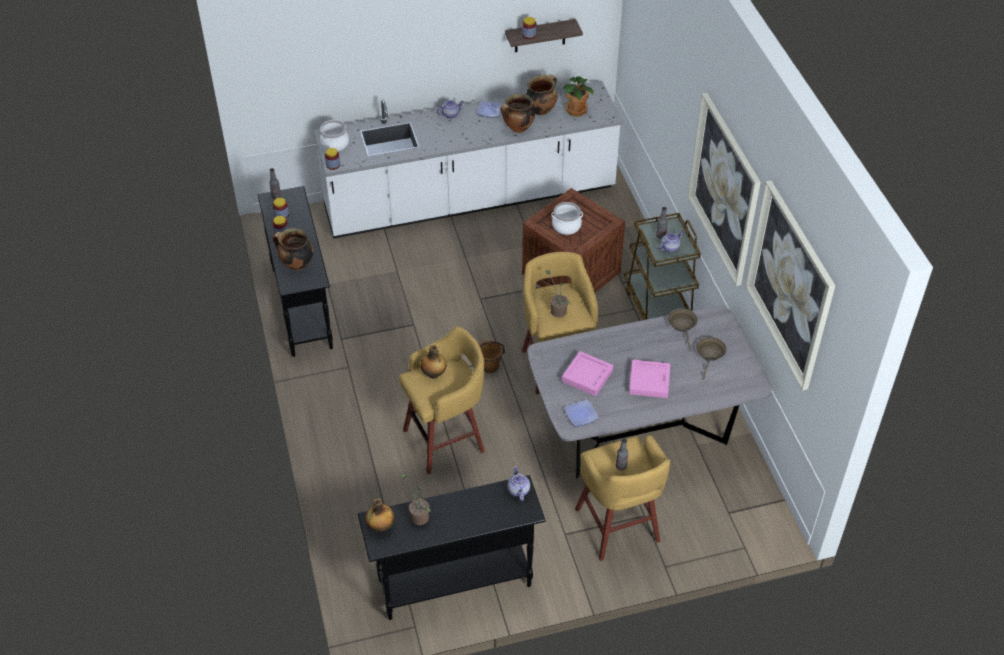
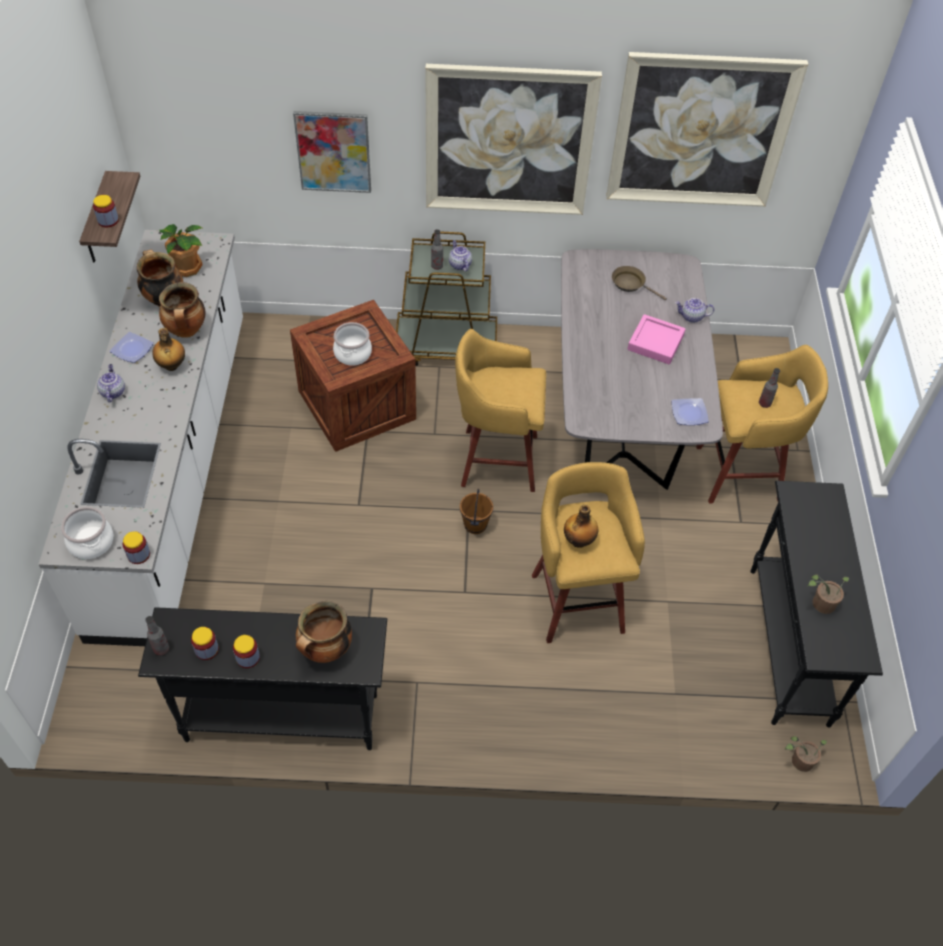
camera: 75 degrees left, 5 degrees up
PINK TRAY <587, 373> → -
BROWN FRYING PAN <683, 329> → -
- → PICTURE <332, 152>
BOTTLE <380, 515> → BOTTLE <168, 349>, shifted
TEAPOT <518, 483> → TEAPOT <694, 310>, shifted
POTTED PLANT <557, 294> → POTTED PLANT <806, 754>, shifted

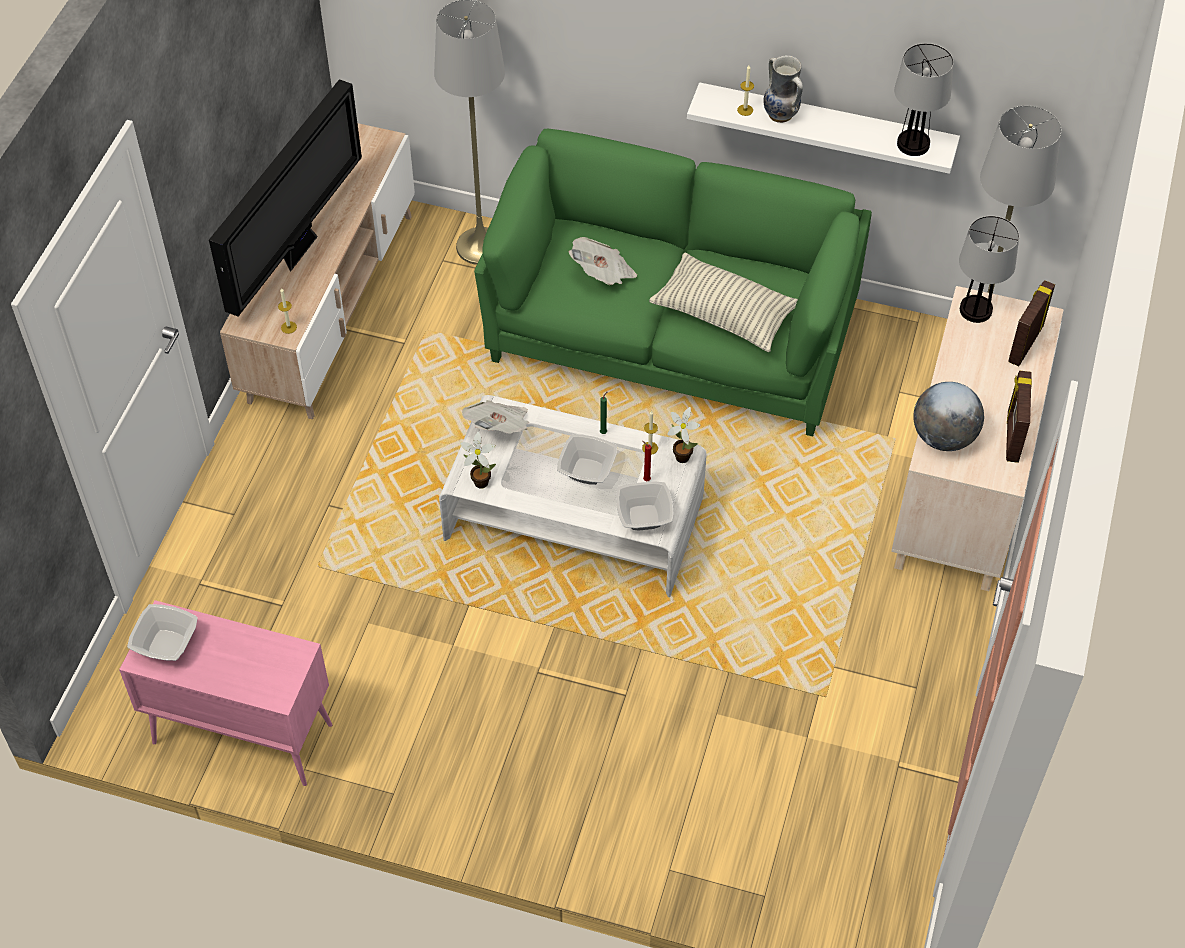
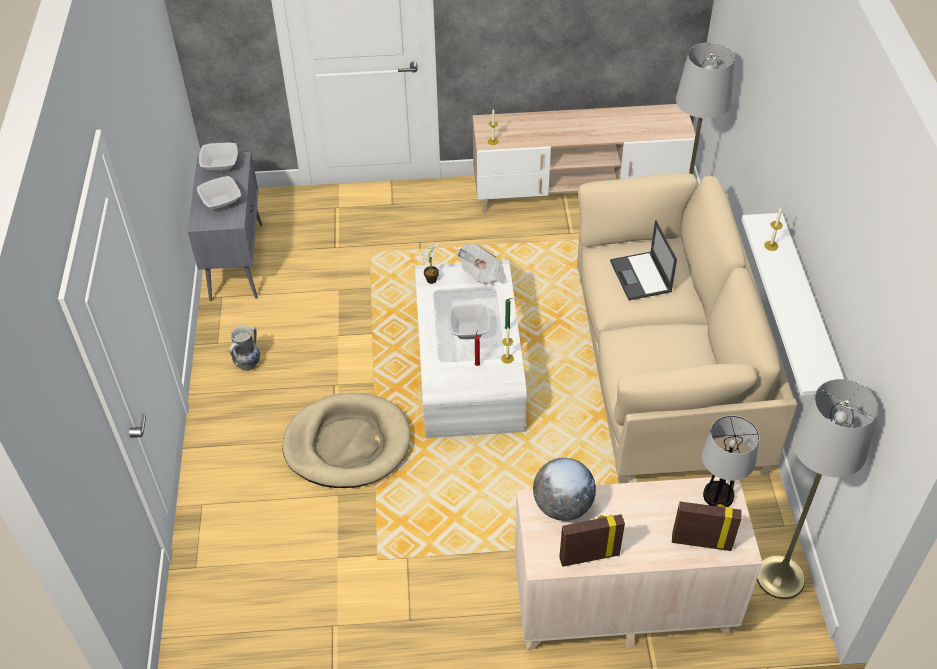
camera: 70 degrees right, 5 degrees down
TELEVISION <285, 198> → -
PILLOW <723, 302> → -
POTTED PLANT <684, 435> → -
TABLE LAMP <924, 99> → -
- → BEIGE DOG BED <346, 440>
BOWL <644, 505> → BOWL <219, 194>, shifted
VASE <783, 89> → VASE <244, 348>, shifted
NEWSPAPER <602, 261> → LAPTOP <643, 260>
PINK CABINET <225, 693> → GREY CABINET <225, 227>
GREEN SOFA <673, 282> → BEIGE SOFA <687, 328>

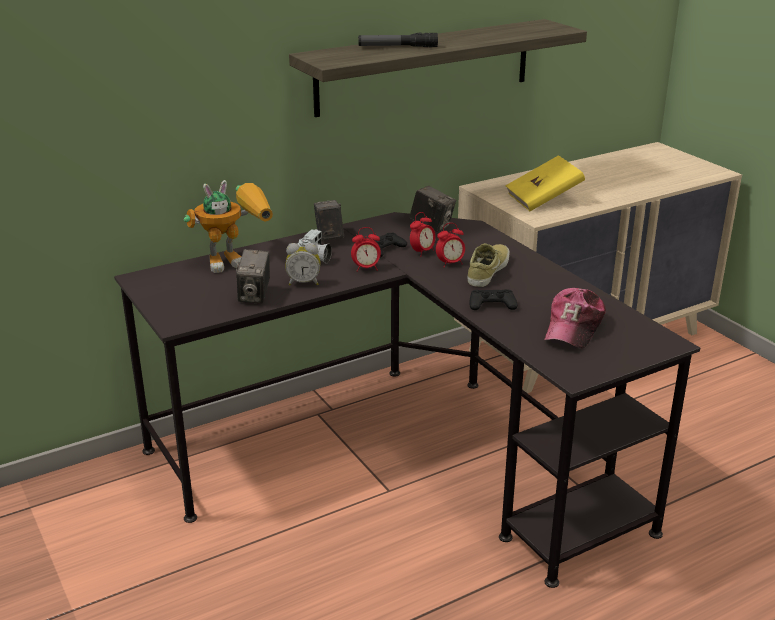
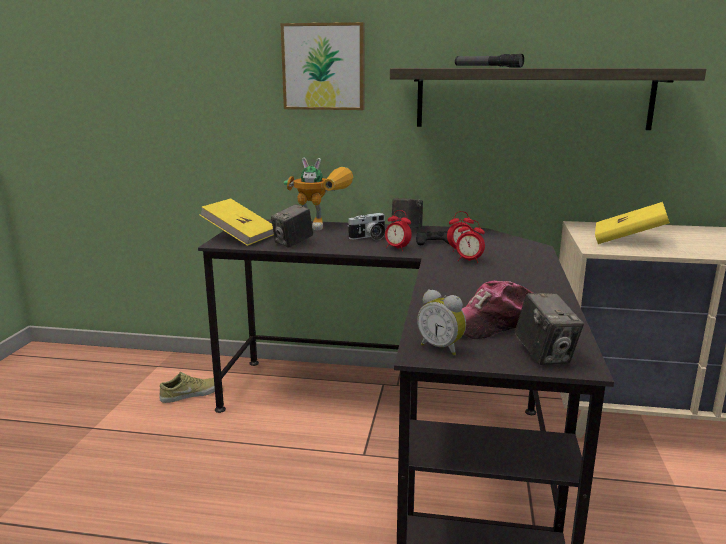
camera: 40 degrees right, 10 degrees down
BLACK GAME CONTROLLER <493, 299> → -
- → YELLOW BOOK <236, 222>
- → PICTURE <322, 66>
ALARM CLOCK <303, 264> → ALARM CLOCK <441, 322>, shifted
PHOTO CAMERA <432, 209> → PHOTO CAMERA <549, 329>, shifted
BEIGE SHOE <488, 265> → BEIGE SHOE <187, 387>, shifted

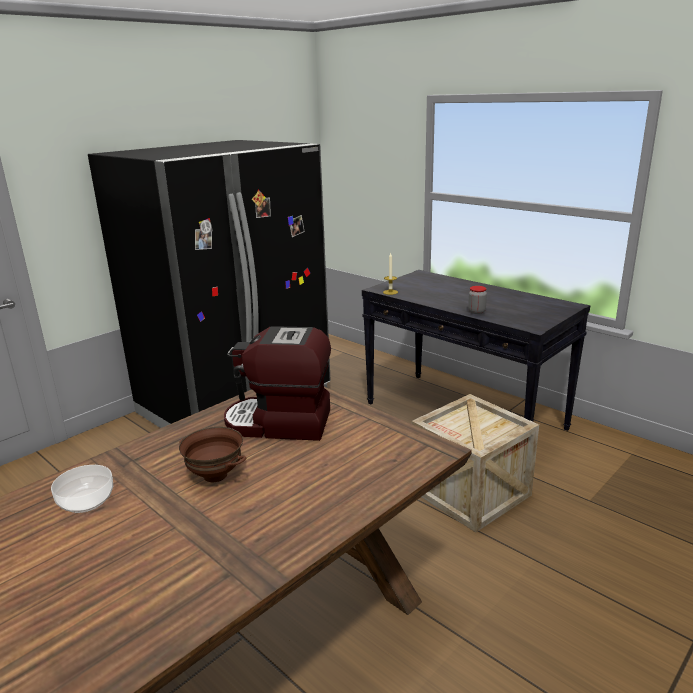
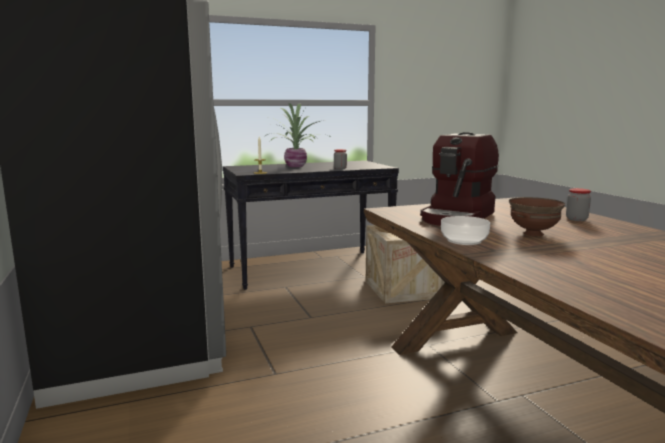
camera: 65 degrees left, 10 degrees down
- → POTTED PLANT <296, 135>
- → JAR <578, 204>
BOWL <82, 489> → BOWL <465, 230>, shifted

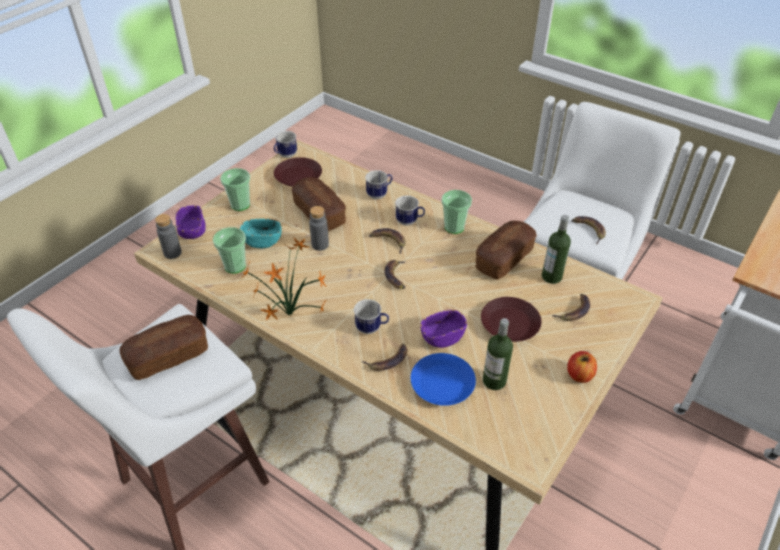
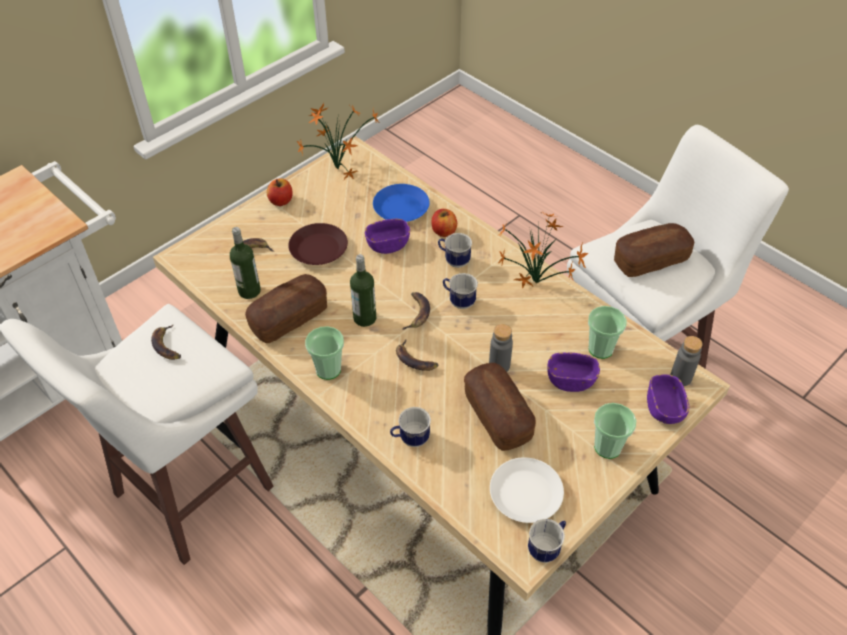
camera: 170 degrees left, 5 degrees up
- → POTTED PLANT <338, 141>
MUG <410, 210> → MUG <460, 291>, shifted
BOTTLE <498, 354> → BOTTLE <363, 290>, shifted
BANANA <385, 357> → APPLE <444, 223>
TURQUOISE BOWL <261, 233> → PURPLE BOWL <573, 372>
BROWN PLATE <298, 172> → WHITE PLATE <527, 490>

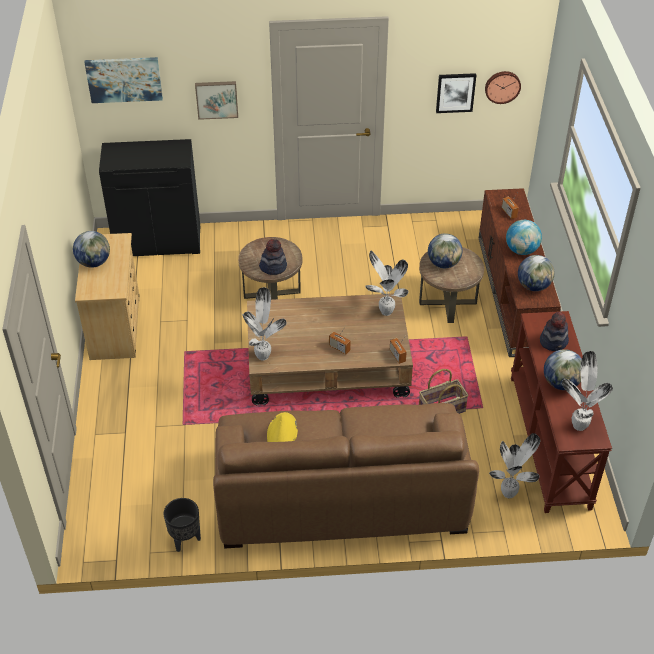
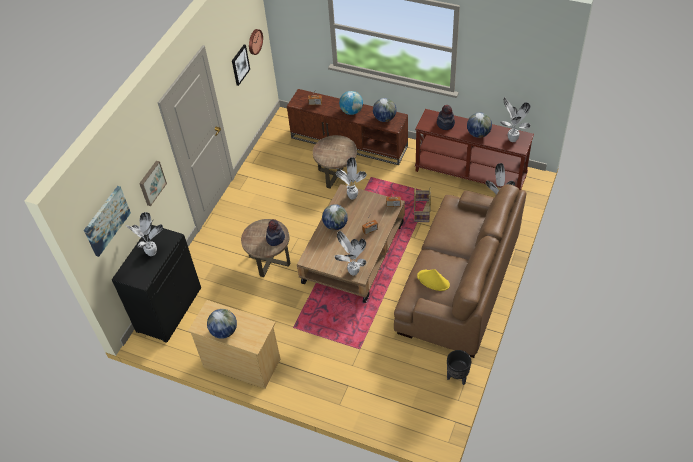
camera: 60 degrees left, 5 degrees up
- → POTTED PLANT <144, 234>
GLOBE <445, 250> → GLOBE <335, 217>, shifted

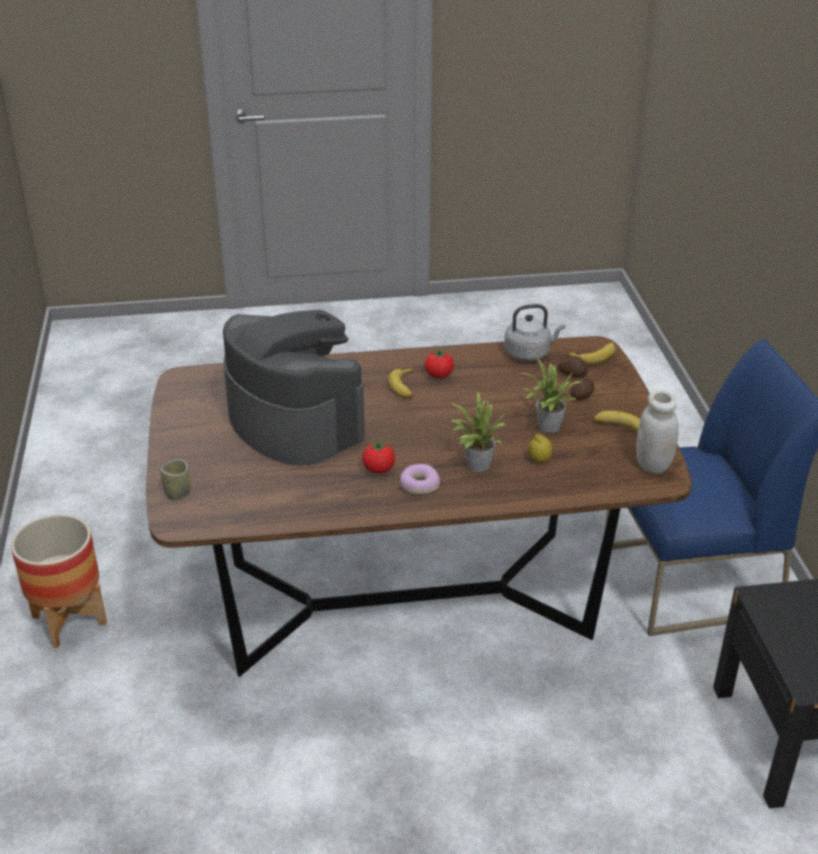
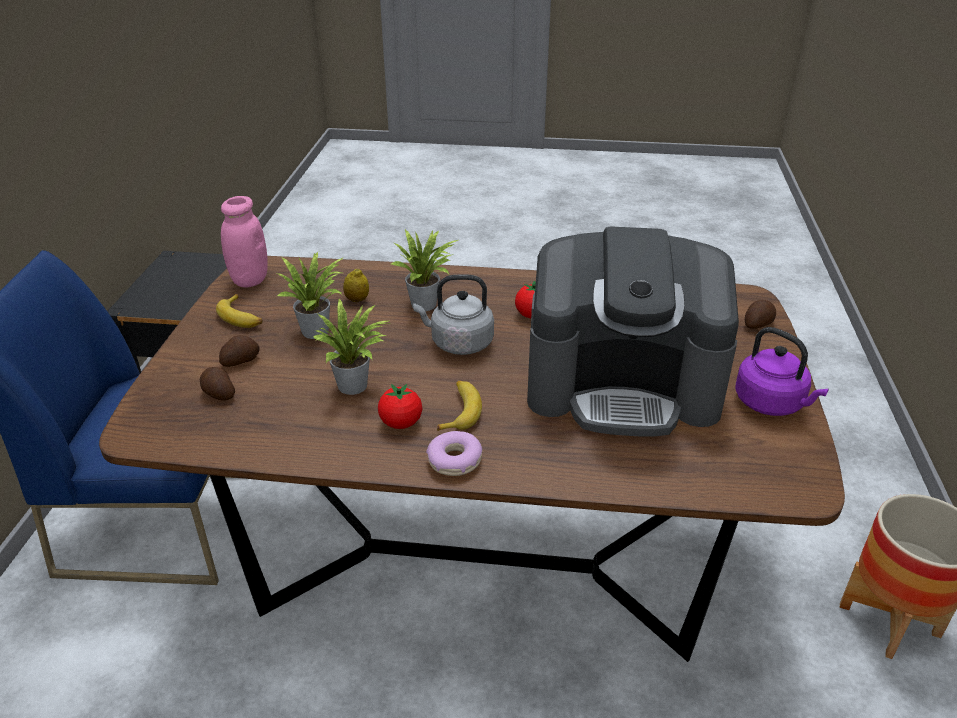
camera: 165 degrees left, 0 degrees up
BANANA <591, 353> → -
- → POTTED PLANT <351, 346>
- → PURPLE KETTLE <782, 371>
DONUT <420, 479> → DONUT <454, 453>, shifted
GREY KETTLE <534, 332> → GREY KETTLE <453, 314>, shifted
CUP <176, 479> → POTATO <760, 314>
WHITE JAR <657, 432> → PINK JAR <244, 242>
COFFEE MACHINE <294, 387> → COFFEE MACHINE <633, 331>, 60 degrees counterclockwise

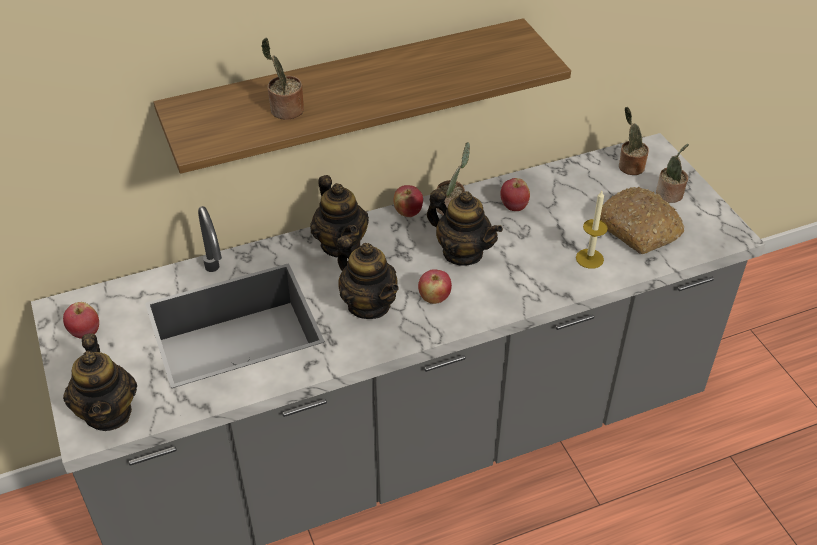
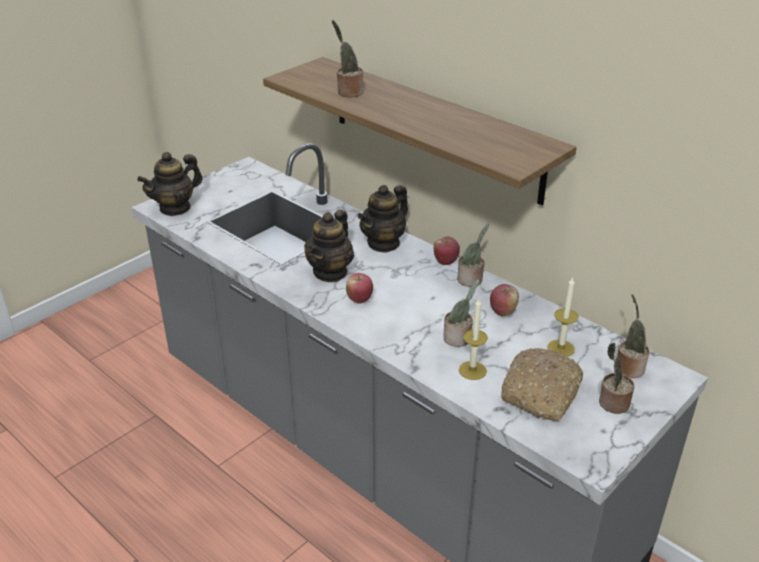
camera: 65 degrees right, 10 degrees down
APPLE <81, 320> → -
TEAPOT <465, 227> → -
- → POTTED PLANT <461, 313>
- → CANDLE <562, 316>

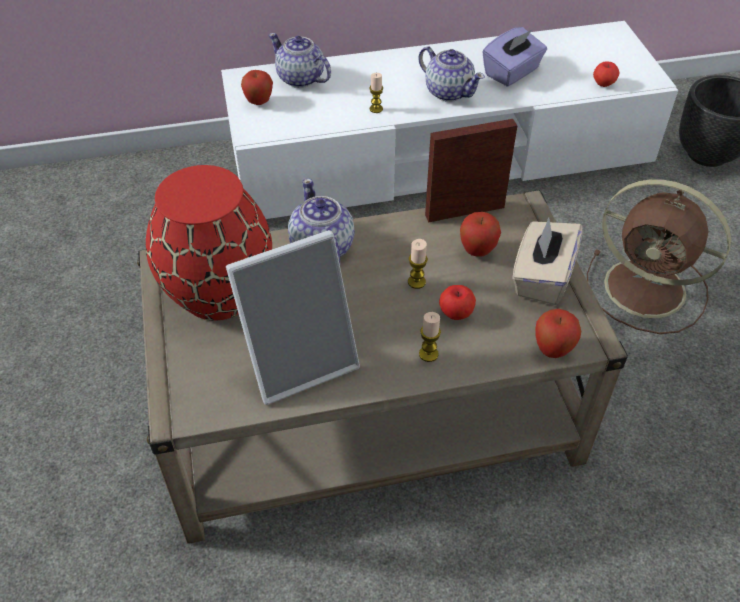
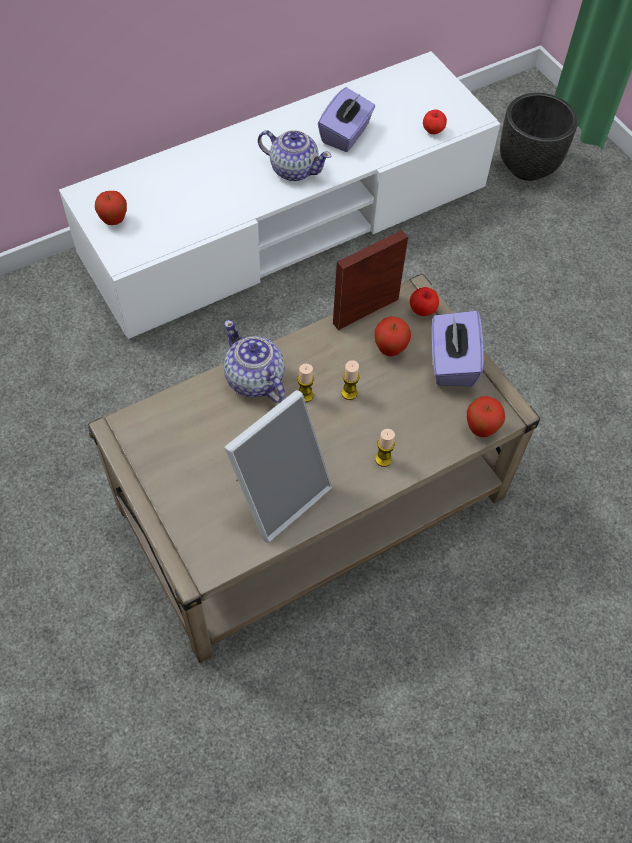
camera: 20 degrees left, 10 degrees up
RED VASE <209, 243> → -
TEAPOT <299, 60> → -
BROWN FAN <659, 256> → -
CANDLE <376, 93> → CANDLE <305, 383>, shifted
APPLE <457, 302> → APPLE <424, 301>, shifted
BEIGE TISSUE BOX <547, 261> → PURPLE TISSUE BOX <458, 349>

